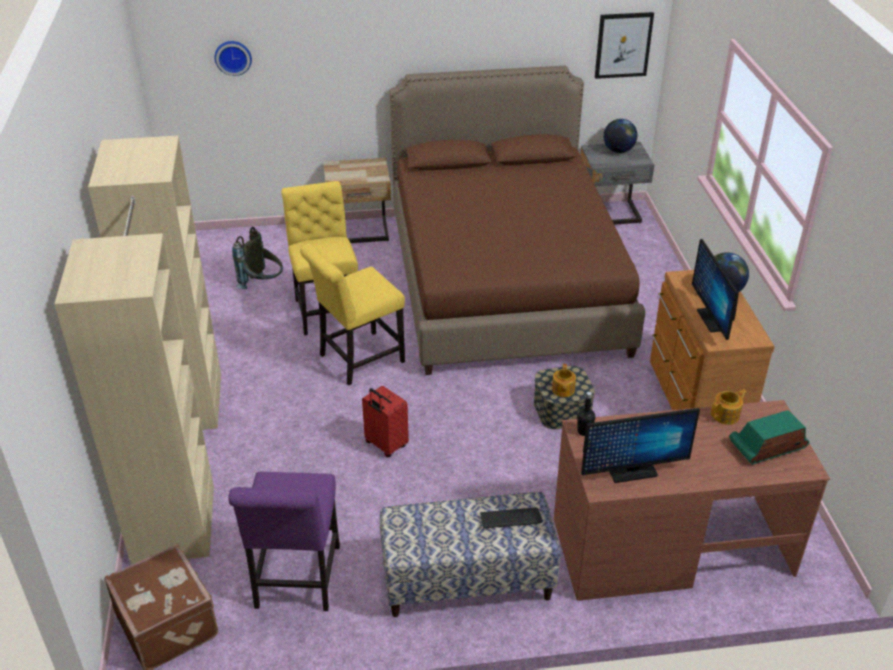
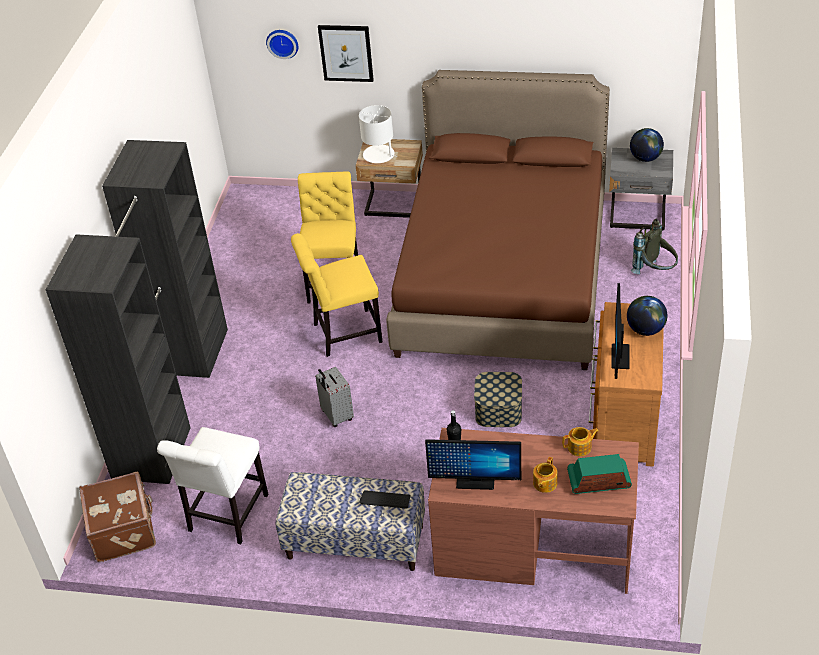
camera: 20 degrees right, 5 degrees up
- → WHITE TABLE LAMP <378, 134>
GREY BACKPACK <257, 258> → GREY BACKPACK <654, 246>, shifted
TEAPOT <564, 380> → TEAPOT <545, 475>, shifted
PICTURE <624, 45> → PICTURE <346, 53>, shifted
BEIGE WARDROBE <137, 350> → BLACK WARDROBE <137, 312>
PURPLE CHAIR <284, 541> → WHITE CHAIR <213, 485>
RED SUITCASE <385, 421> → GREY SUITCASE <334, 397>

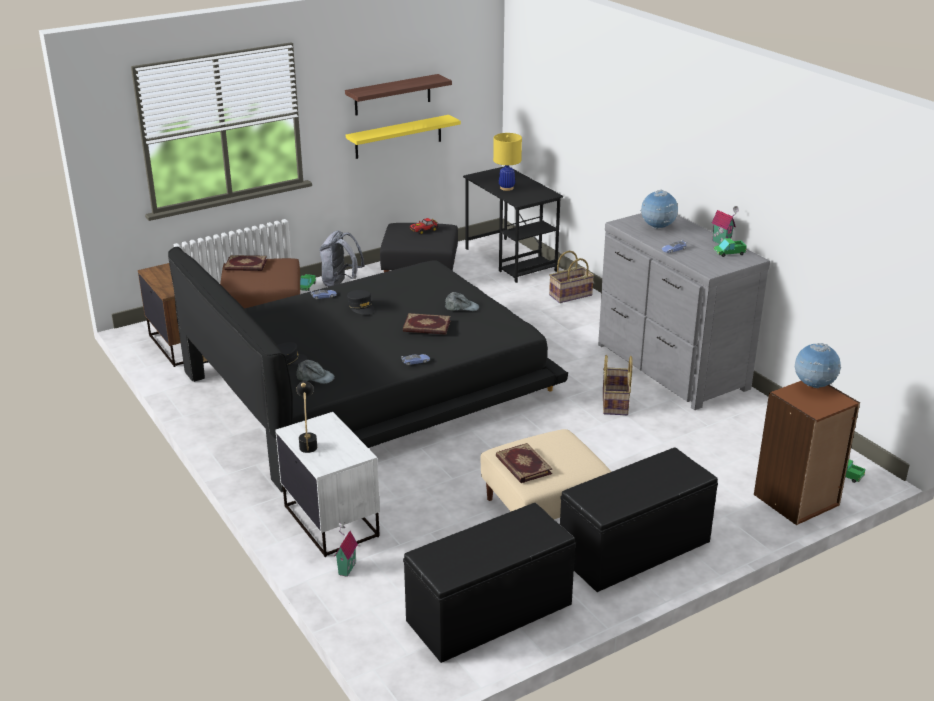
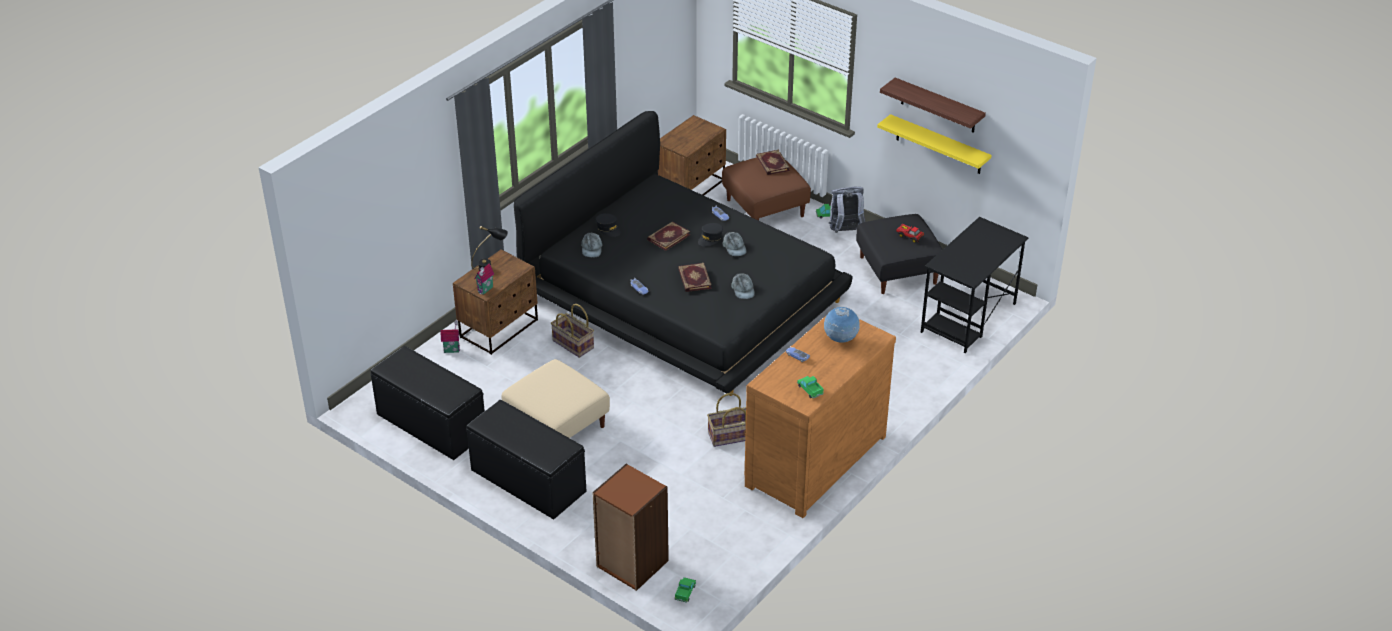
camera: 70 degrees right, 10 degrees up
YELLOW TABLE LAMP <507, 162> → -
GLOBE <818, 365> → -
- → GREY CAP <734, 244>
BOOK <524, 463> → BOOK <668, 236>, shifted
BASKET <571, 277> → BASKET <572, 331>, shifted
TOY HOUSE <725, 225> → TOY HOUSE <484, 279>, shifted
WHITE NIGHTSTAND <327, 484> → BROWN NIGHTSTAND <495, 302>
GREY DRESSER <684, 311> → BROWN DRESSER <820, 416>

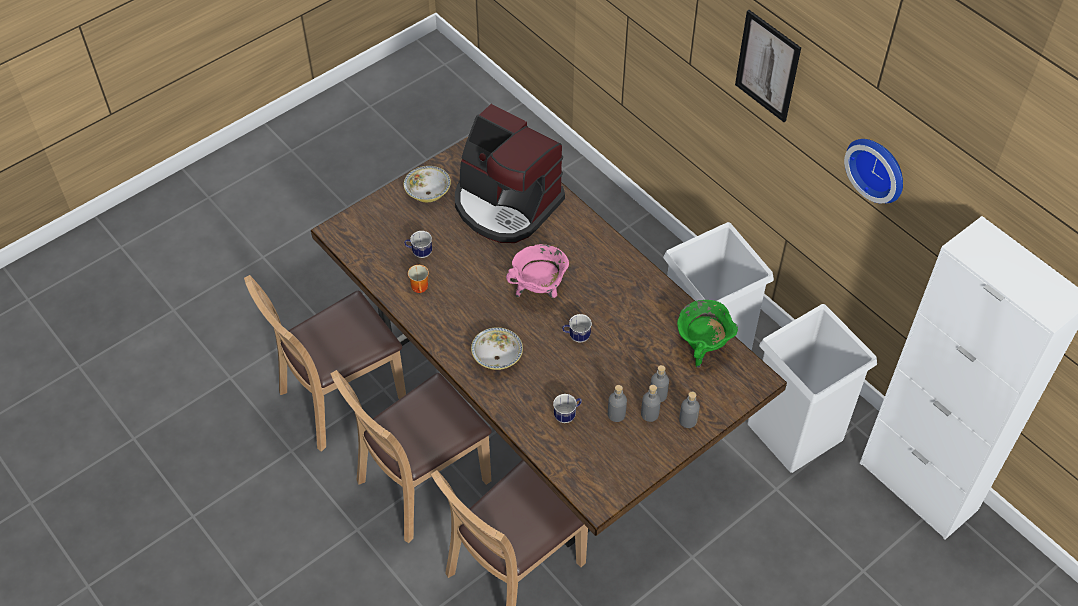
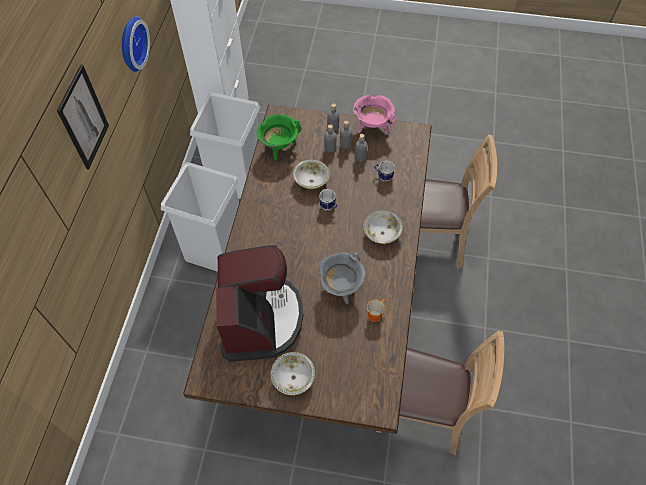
camera: 130 degrees left, 5 degrees up
BROWN CHAIR <411, 456> → -
MUG <418, 244> → -
- → BOWL <311, 174>
- → GREY COOKING POT <342, 278>
PINK COOKING POT <537, 271> → PINK COOKING POT <374, 115>, shifted

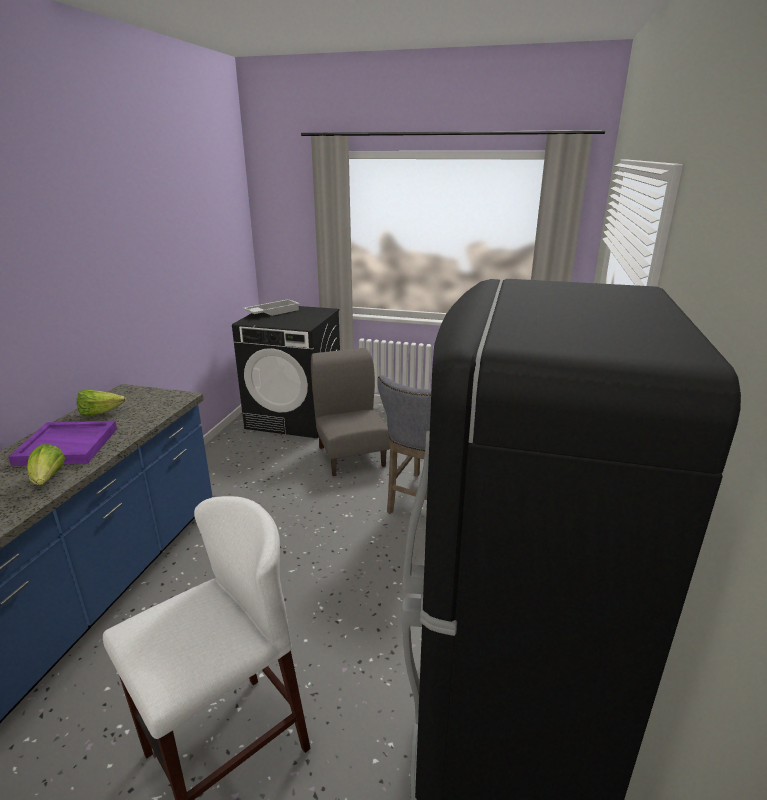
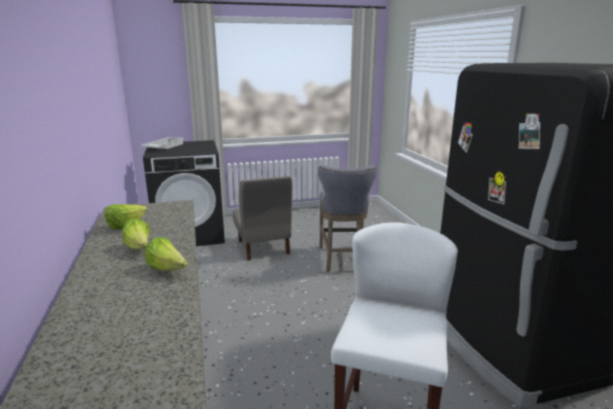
camera: 30 degrees left, 5 degrees down
PURPLE TRAY <62, 443> → LETTUCE <136, 234>
GREY CHAIR <350, 412> → GREY CHAIR <262, 218>, 150 degrees counterclockwise

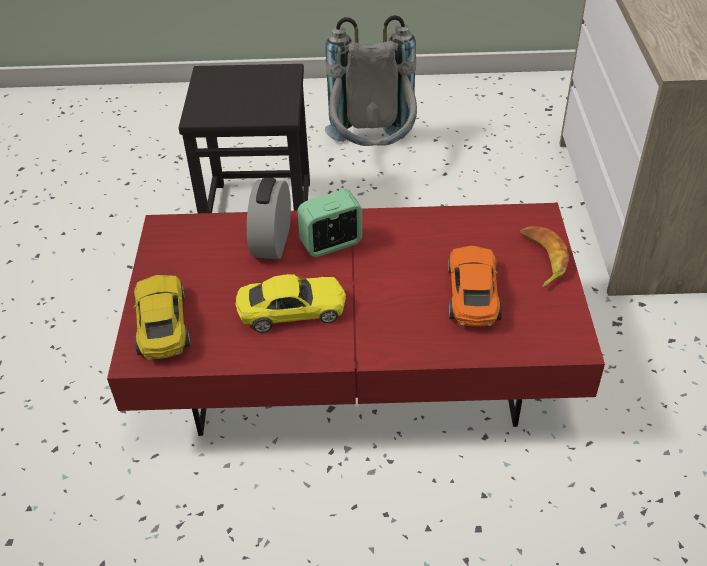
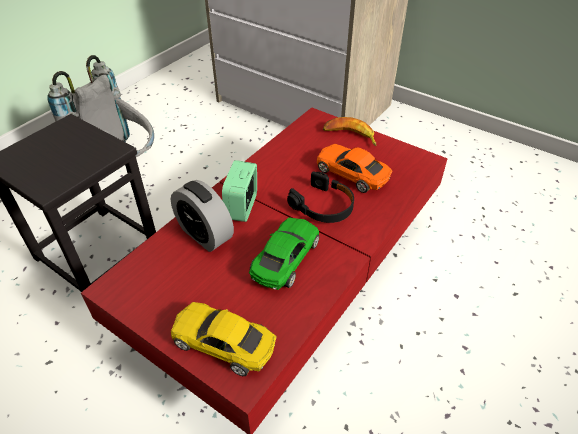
camera: 55 degrees left, 0 degrees up
- → BLACK HEADPHONES <320, 197>
YELLOW TOY CAR <290, 303> → GREEN TOY CAR <284, 254>

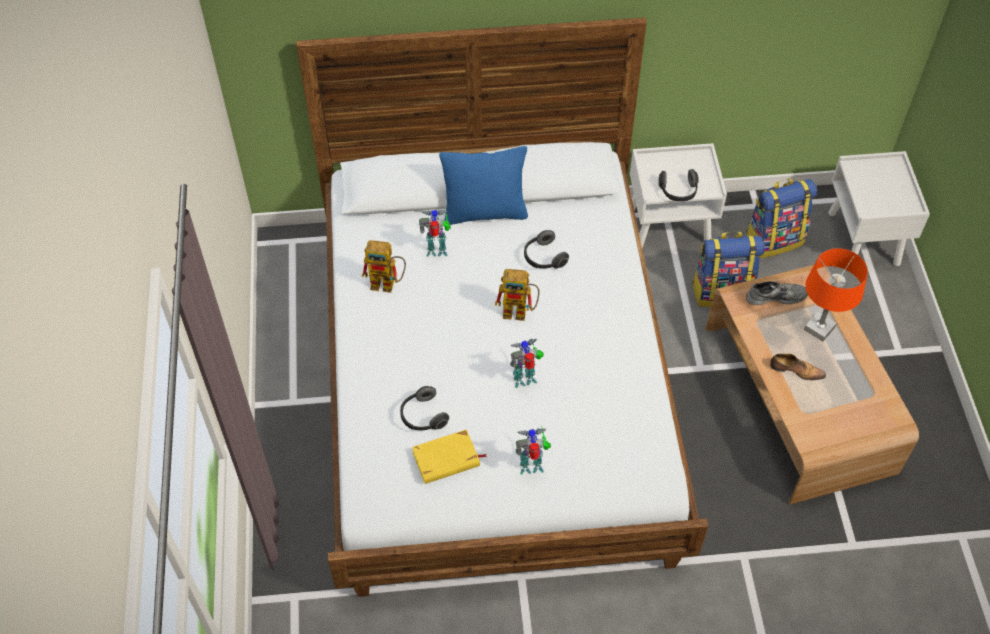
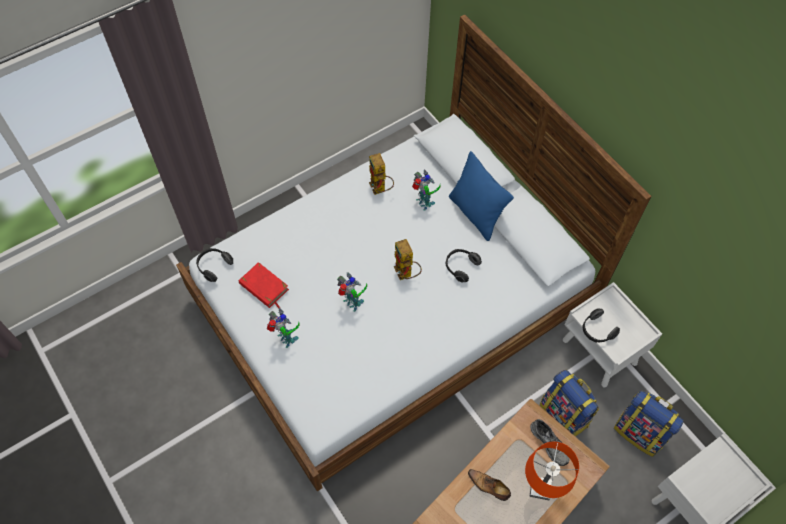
camera: 60 degrees right, 5 degrees up
HEADPHONES <424, 408> → HEADPHONES <214, 265>, shifted
YELLOW BOOK <449, 456> → RED BOOK <264, 285>
SHOE <798, 367> → SHOE <489, 485>, 135 degrees clockwise

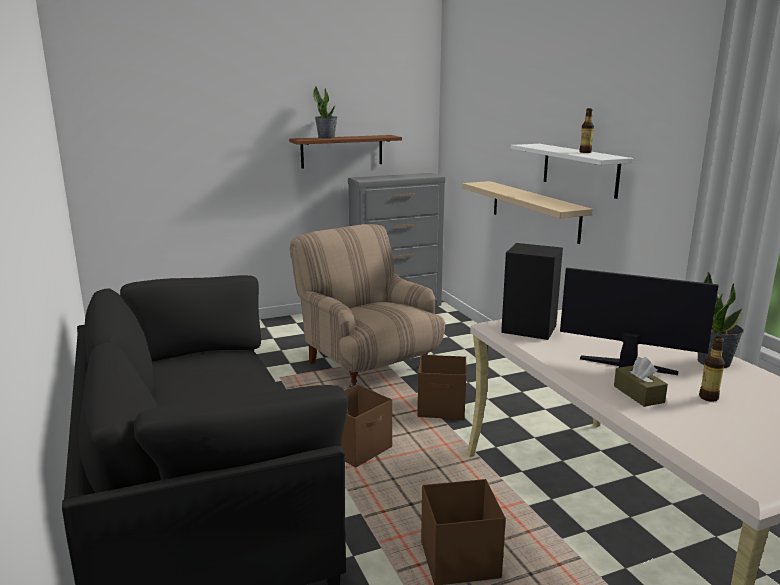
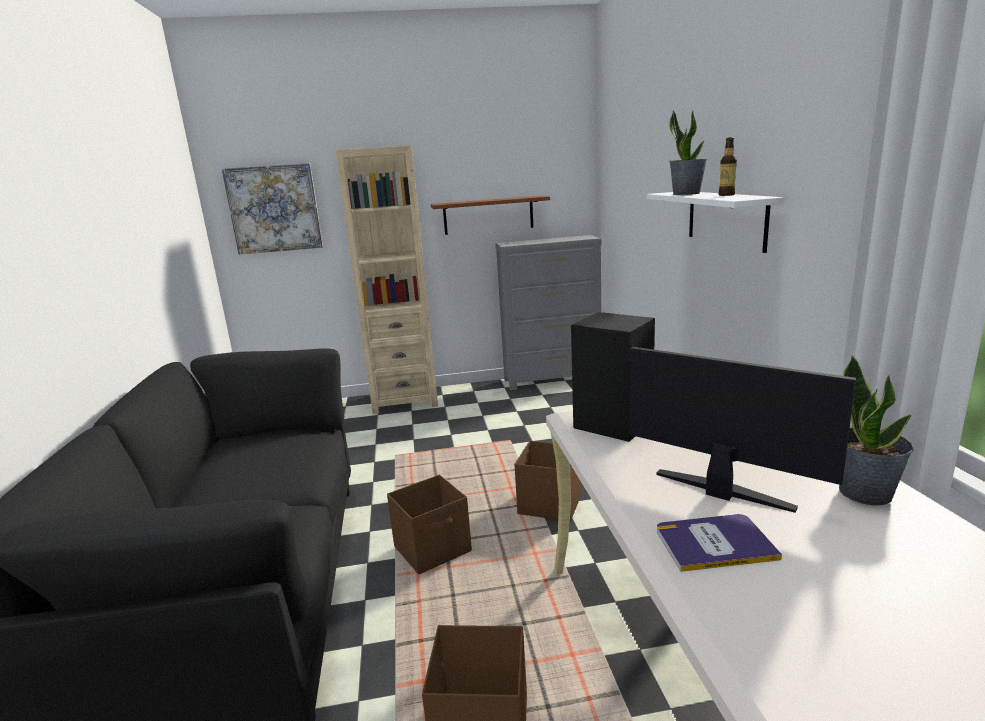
camera: 15 degrees right, 0 degrees up
BEIGE ARMCHAIR <367, 306> → -
BEIGE SHELF <527, 212> → -
BOTTLE <712, 369> → -
- → PICTURE <272, 209>
- → BEIGE BOOKCASE <387, 279>
POTTED PLANT <325, 112> → POTTED PLANT <688, 153>, shifted
BROWN TISSUE BOX <641, 382> → BOOK <719, 543>

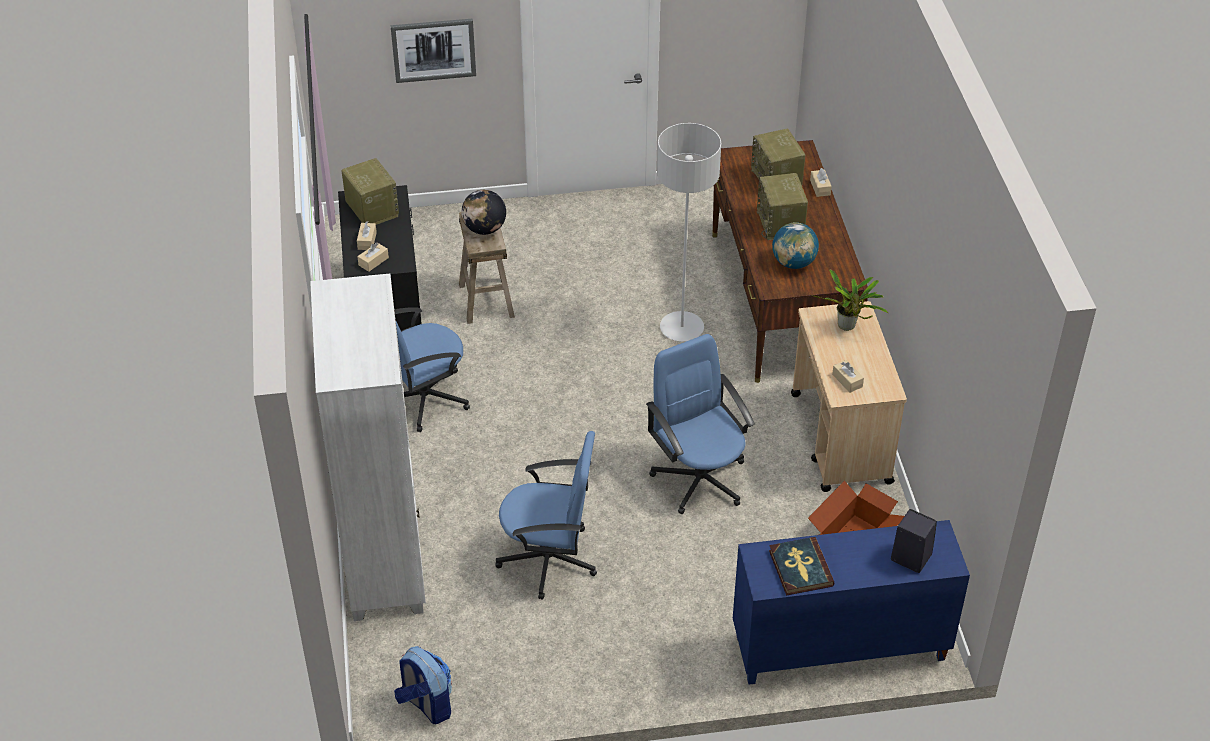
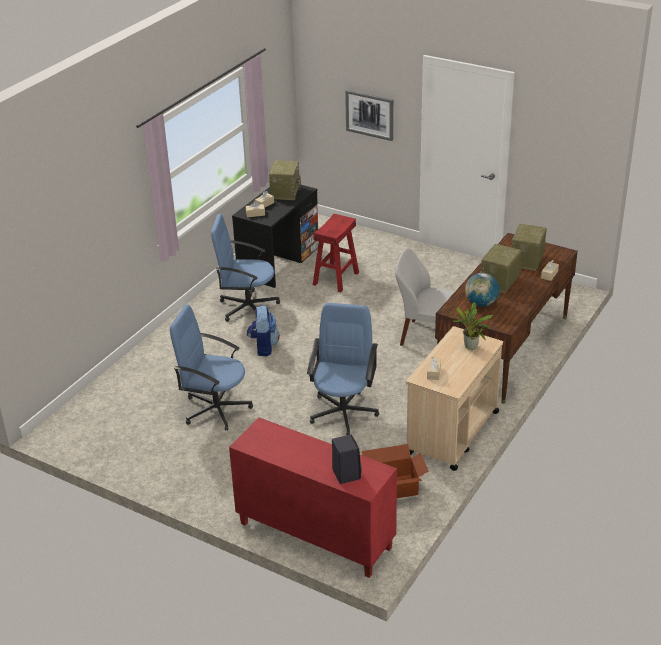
camera: 40 degrees right, 10 degrees down
WHITE BOOKCASE <368, 447> → -
GLOBE <483, 212> → -
BOOK <802, 566> → -
BACKPACK <423, 685> → BACKPACK <263, 330>, shifted
GREY FLOOR LAMP <689, 232> → WHITE CHAIR <425, 297>
BEIGE STOOL <487, 268> → RED STOOL <336, 253>
BLUE CABINET <851, 602> → RED CABINET <313, 497>
BLUE OFFICE CHAIR <546, 515> → BLUE OFFICE CHAIR <211, 368>, 150 degrees clockwise

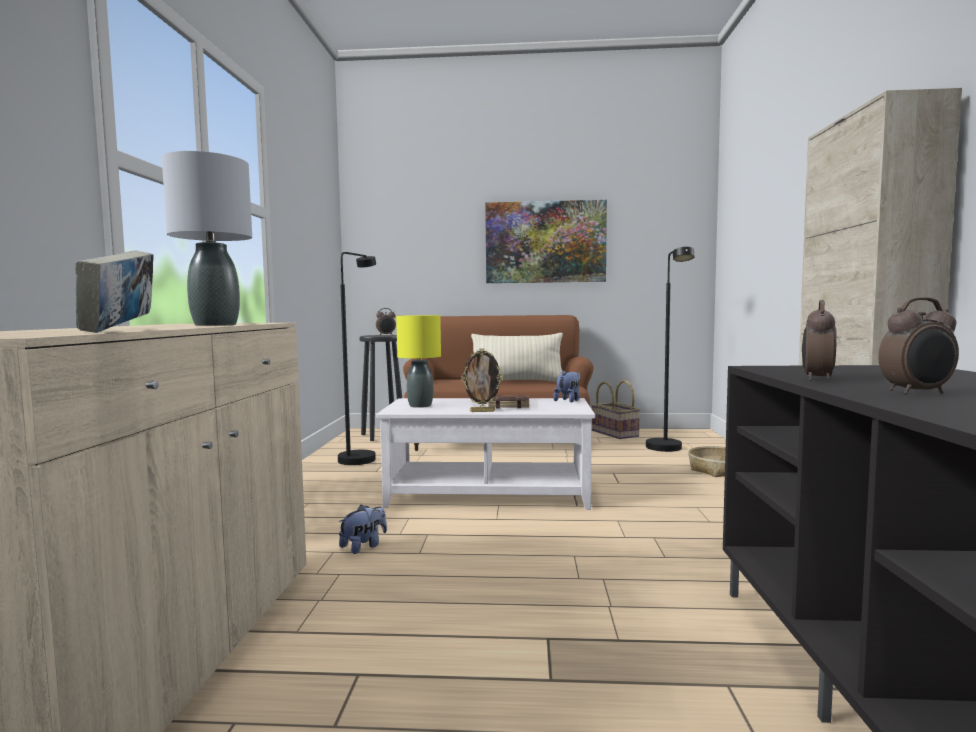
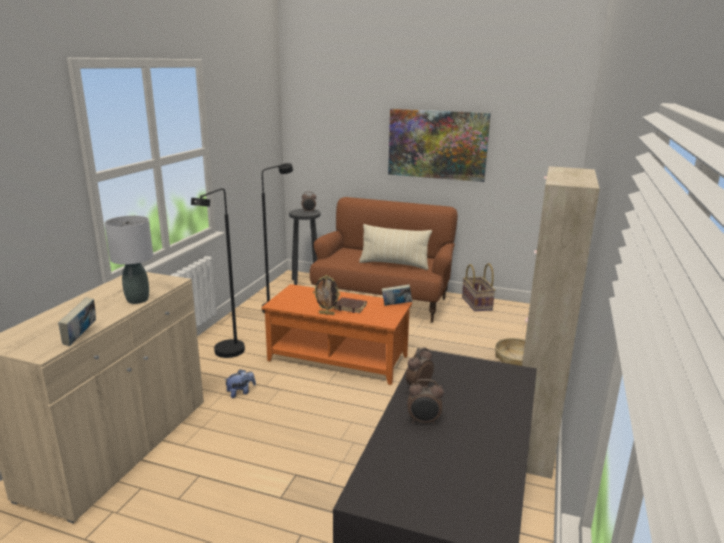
camera: 15 degrees right, 15 degrees up
YELLOW TABLE LAMP <418, 361> → -
BLACK FLOOR LAMP <670, 349> → BLACK FLOOR LAMP <218, 273>, shifted
PLUSH TOY <566, 386> → BOOK <397, 295>
WHITE COFFEE TABLE <485, 454> → ORANGE COFFEE TABLE <337, 334>

